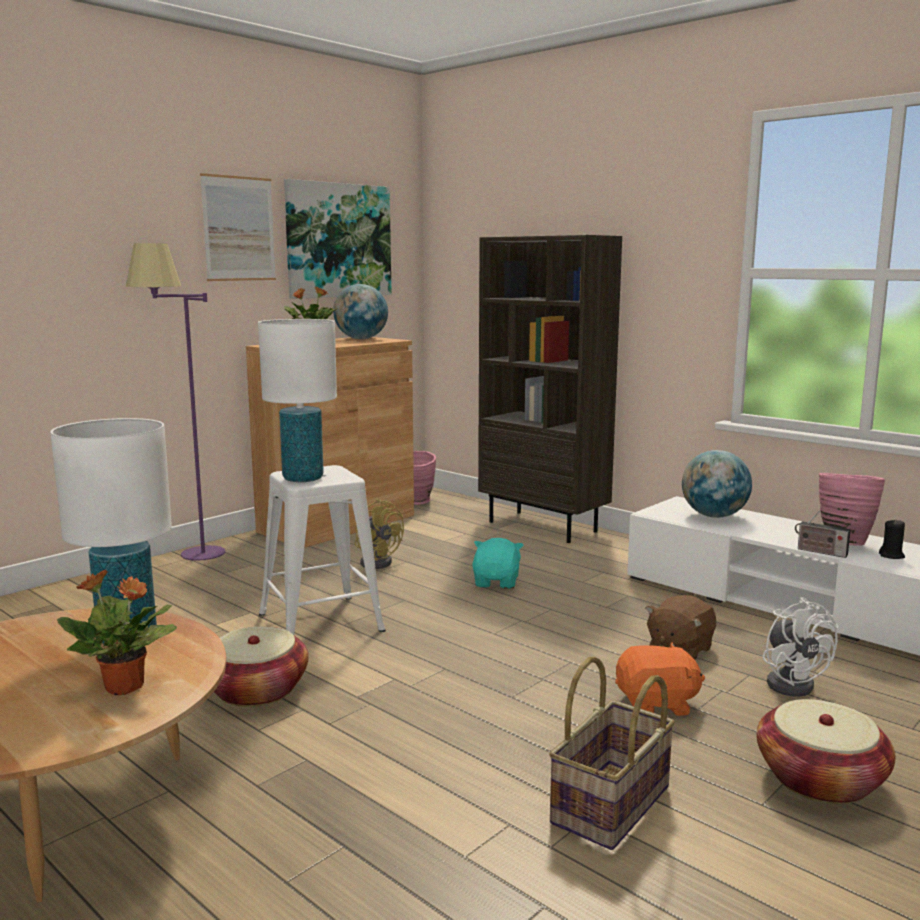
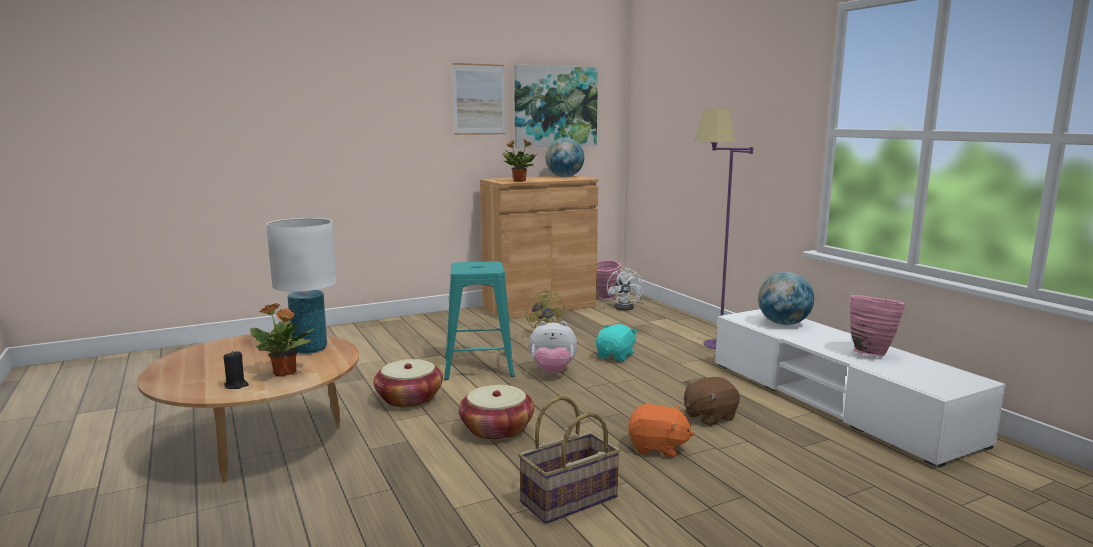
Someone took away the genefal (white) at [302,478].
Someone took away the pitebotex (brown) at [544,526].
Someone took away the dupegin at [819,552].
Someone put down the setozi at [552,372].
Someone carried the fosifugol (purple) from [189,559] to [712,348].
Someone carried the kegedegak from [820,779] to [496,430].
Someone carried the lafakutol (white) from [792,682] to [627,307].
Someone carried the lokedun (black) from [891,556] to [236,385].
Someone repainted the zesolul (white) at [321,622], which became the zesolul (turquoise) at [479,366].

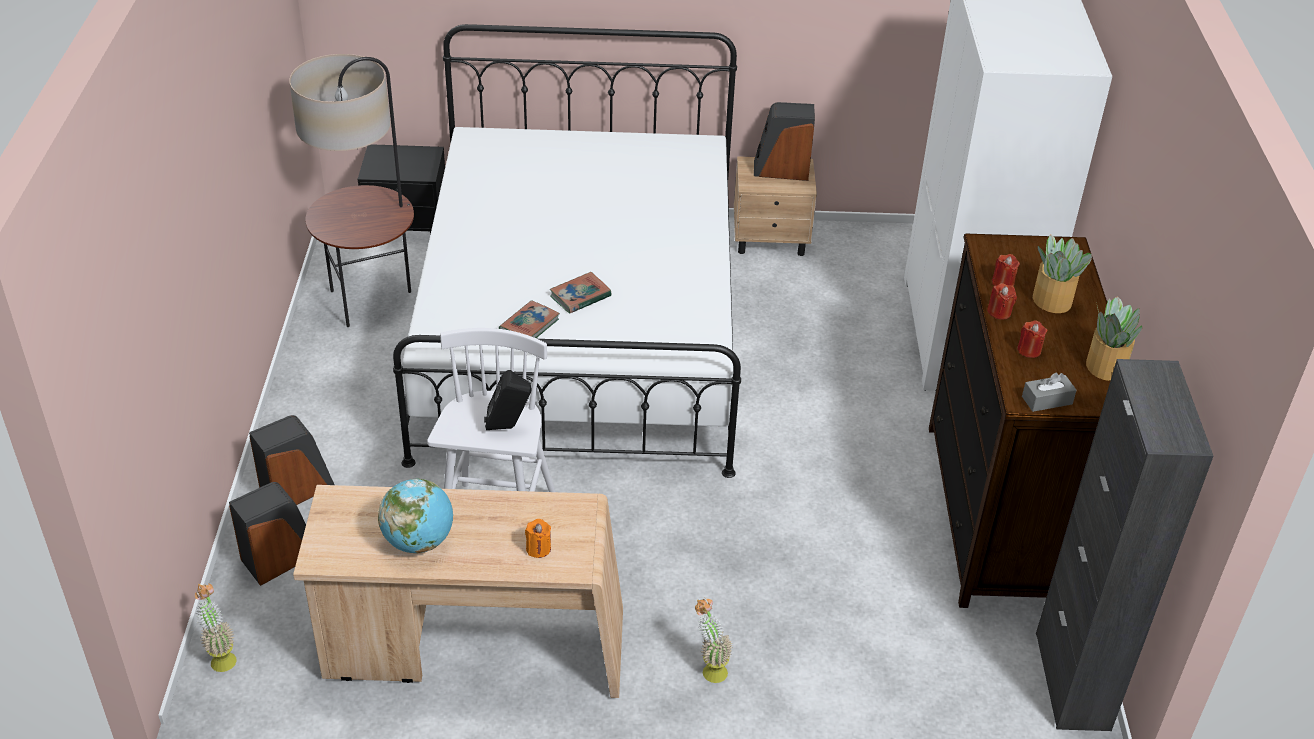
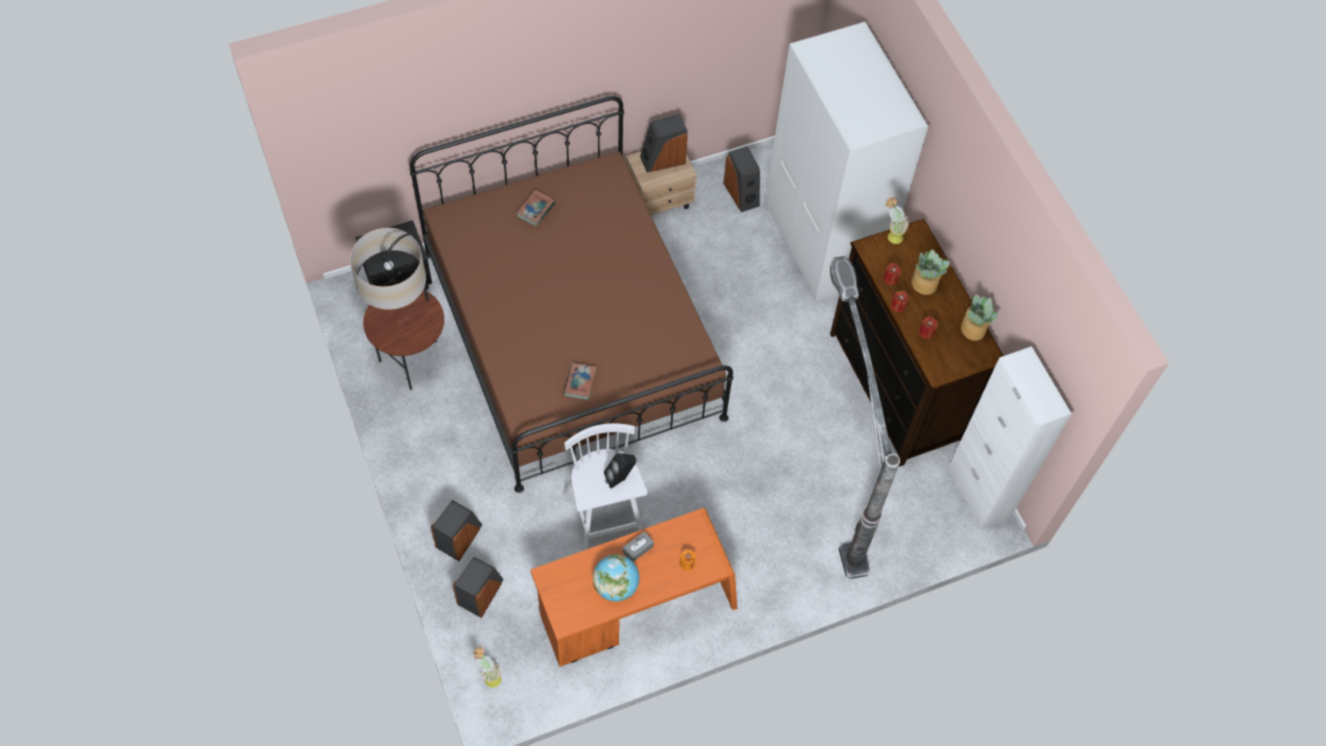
Someone put down the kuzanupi at [742,193].
Someone put down the fosifugol at [831,479].
Someone carried the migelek from [580,296] to [536,210].
Someone carried the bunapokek from [709,669] to [891,236].
Someone carried the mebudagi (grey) from [1047,400] to [638,549].
Someone repainted the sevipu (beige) at [473,649], which became the sevipu (orange) at [636,609].
Someone repainted the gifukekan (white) at [580,331], which became the gifukekan (brown) at [572,334].
Someone repainted the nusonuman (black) at [1072,680], which became the nusonuman (white) at [978,493].

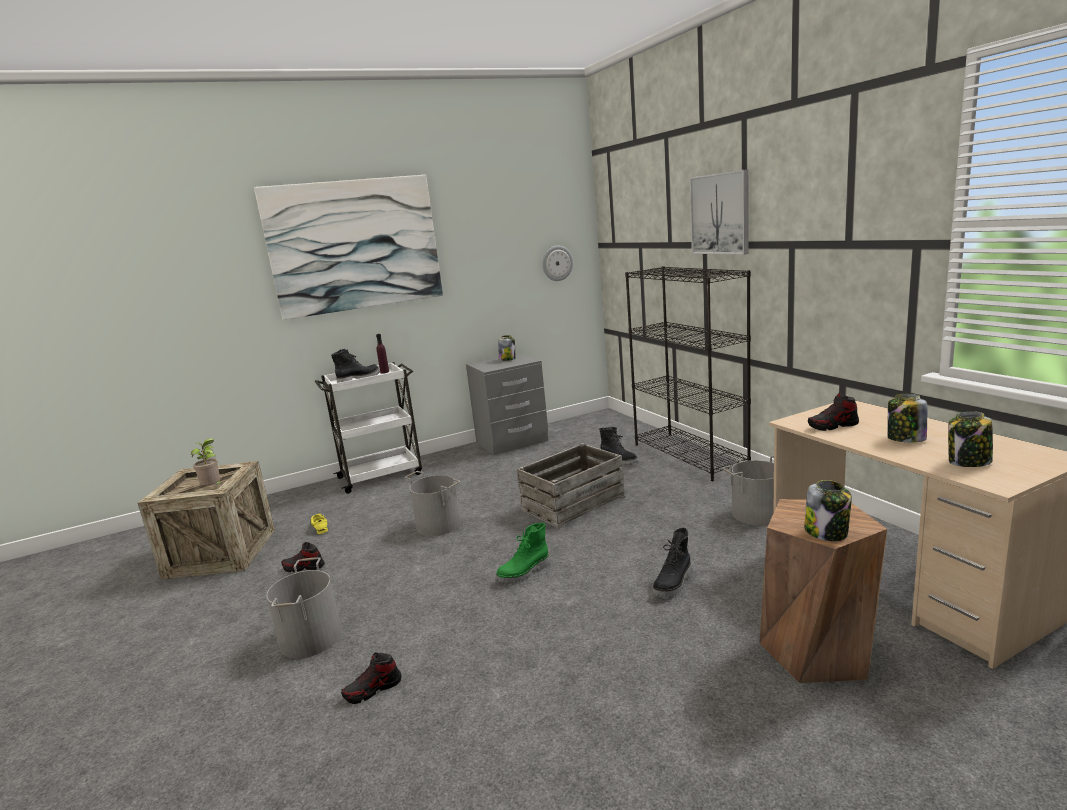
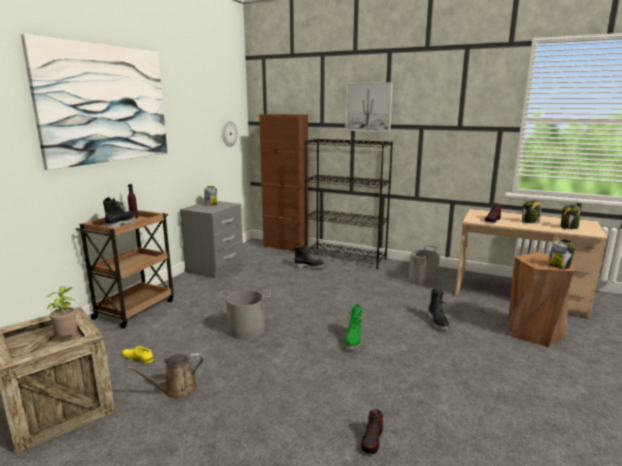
Someone took away the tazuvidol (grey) at [311,638].
Someone took away the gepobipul at [572,503].
Someone put down the nusonuman (brown) at [285,247].
Someone swapped the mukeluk at [304,567] for the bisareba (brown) at [176,390].
Someone repainted the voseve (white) at [382,475], which became the voseve (brown) at [136,309].

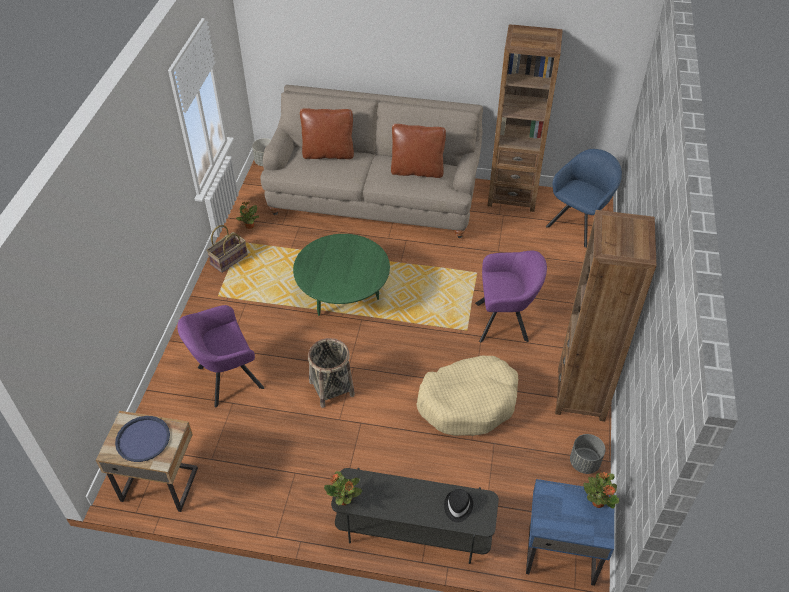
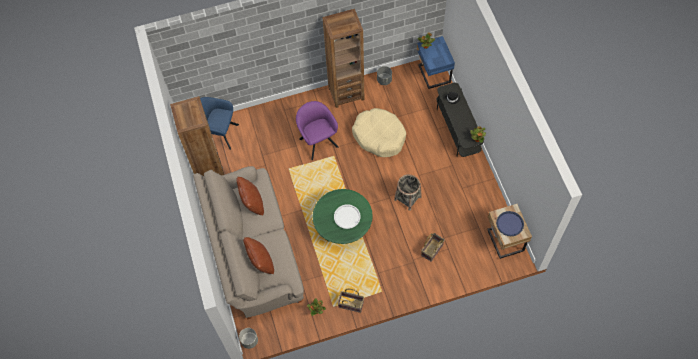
Someone put down the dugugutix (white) at [347,216].
Someone swapped the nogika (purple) at [226,379] for the kegedegak at [432,250].

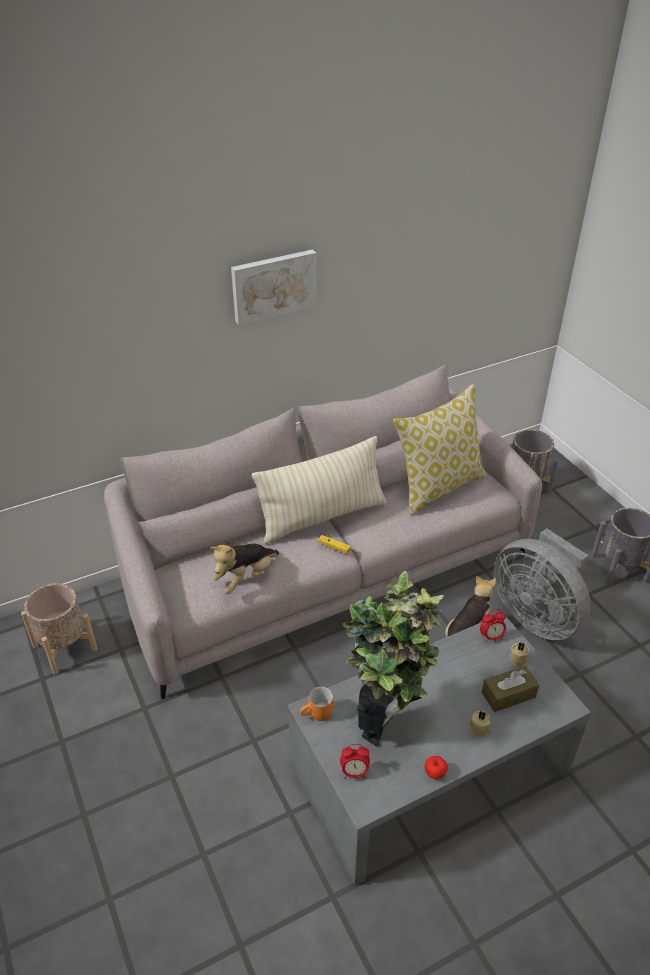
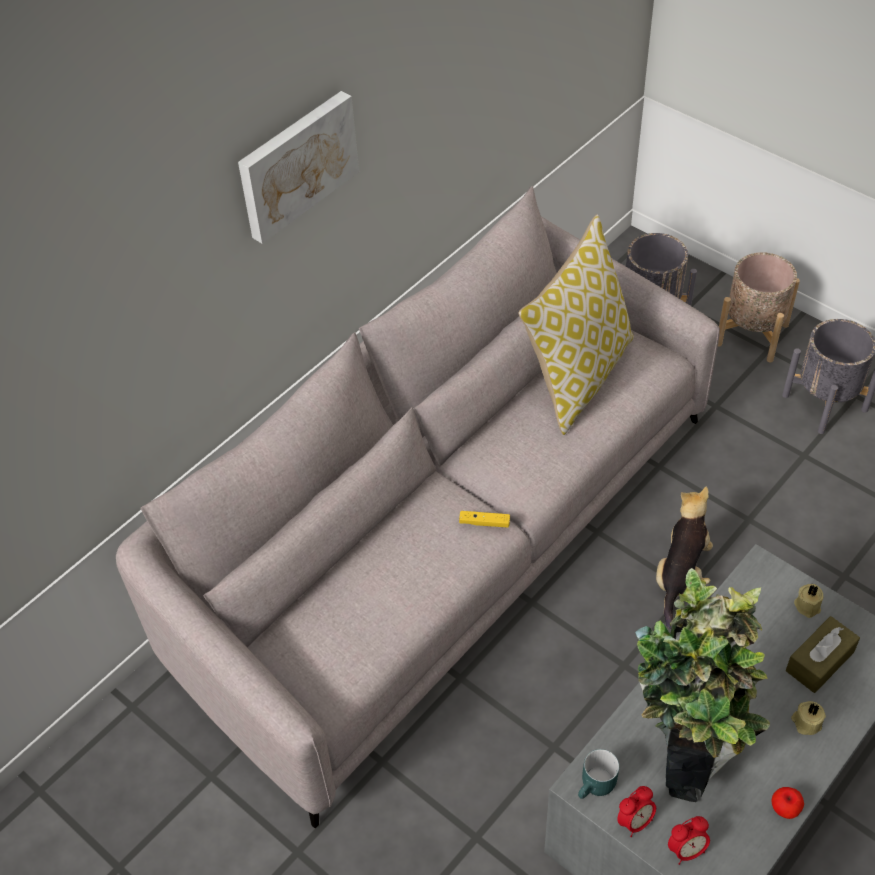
Someone took away the setozi at [245,578].
Someone took away the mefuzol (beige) at [322,517].
Someone took away the lafakutol (grey) at [537,615].
Someone carried the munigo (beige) from [64,648] to [751,335].
Someone carried the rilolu from [491,637] to [635,821].
Someone repainted the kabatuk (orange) at [318,715], which became the kabatuk (turquoise) at [597,787].

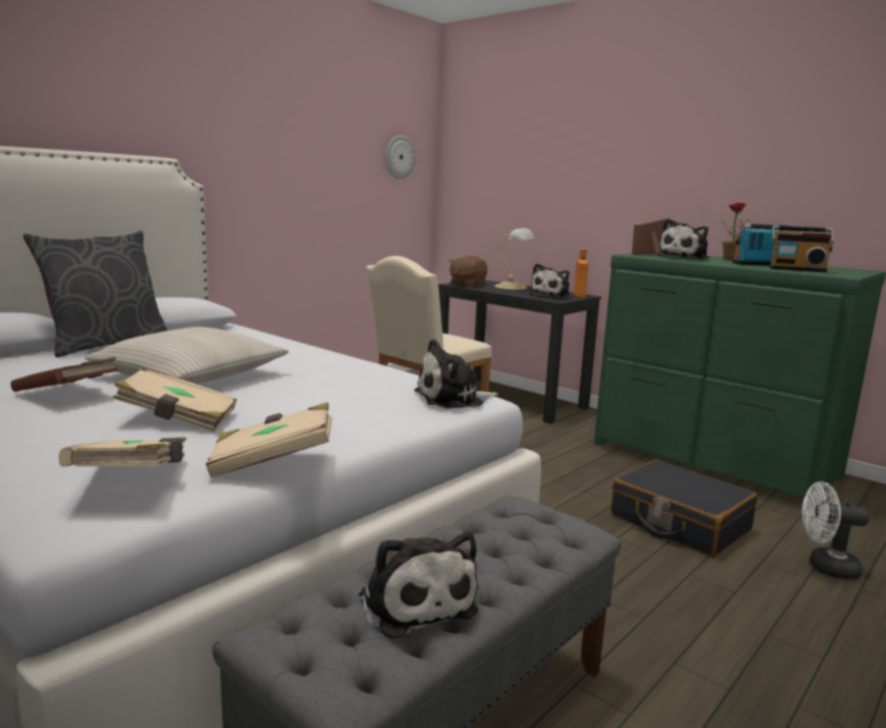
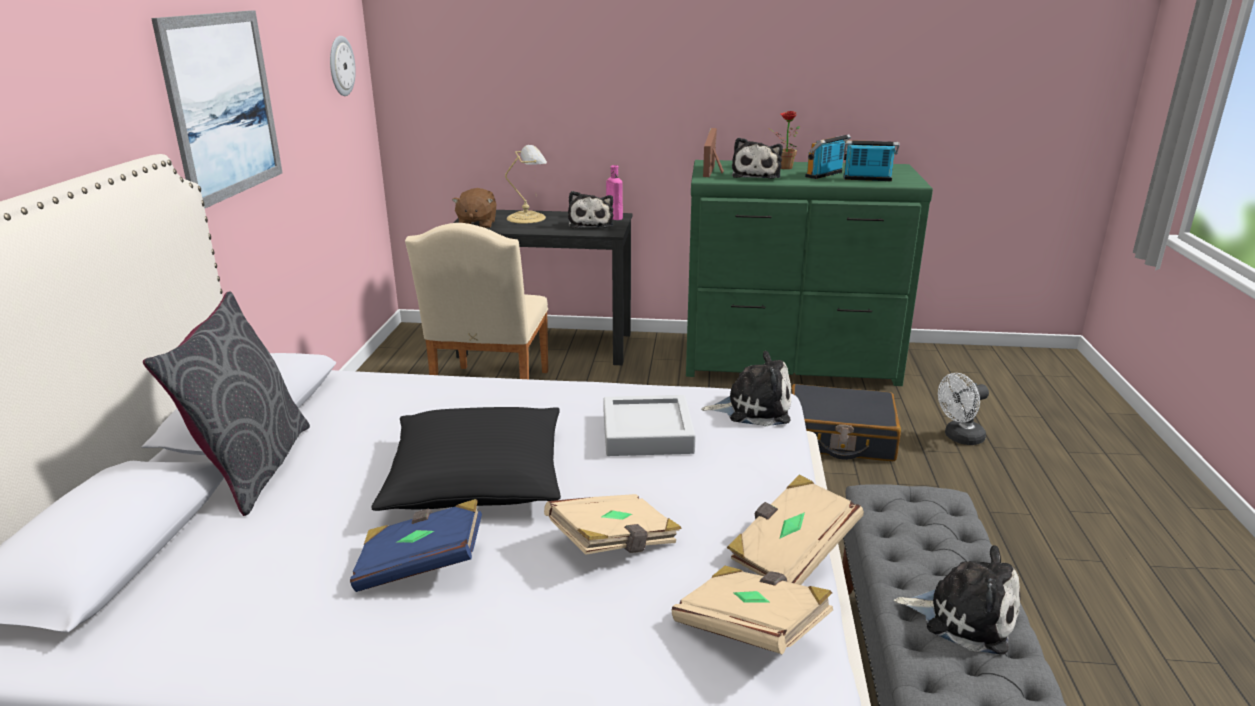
Someone put up the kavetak at [223,106].
Someone put down the dugugutix (grey) at [647,433].
Someone repainted the migelek (brown) at [68,394], which became the migelek (blue) at [421,565].
Someone repainted the mefuzol (beige) at [190,376], which became the mefuzol (black) at [476,478].
Someone repainted the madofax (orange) at [579,295], which became the madofax (pink) at [613,217].
Someone rotated the setozi at [453,399] by 120 degrees counterclockwise.
Someone rotated the dupegin at [797,269] by 150 degrees counterclockwise.

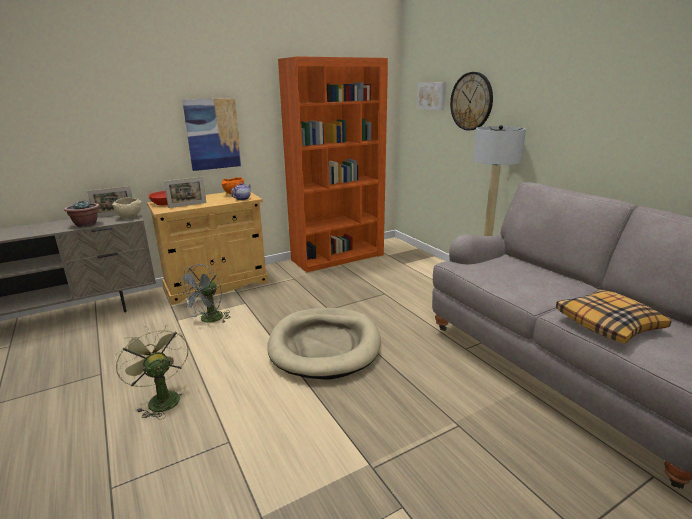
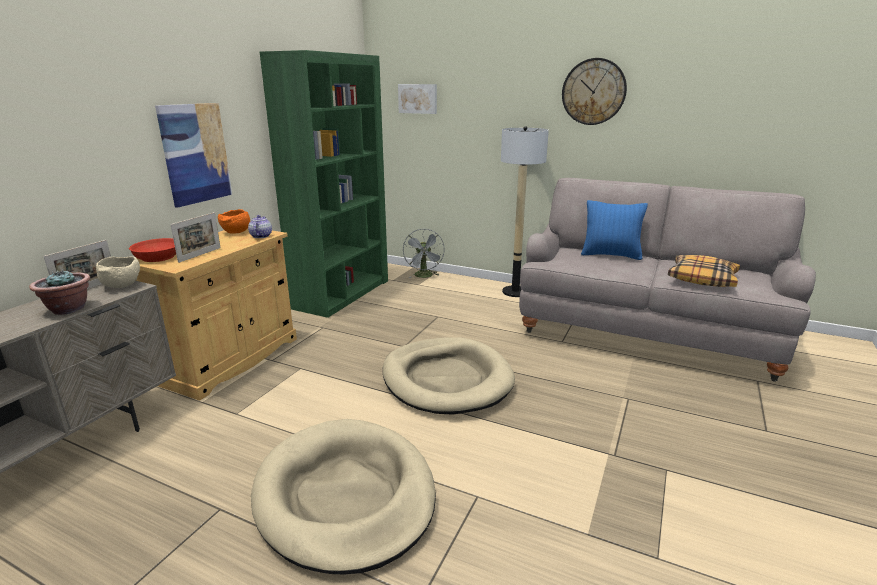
Someone put down the mefuzol (blue) at [610,255].
Someone carried the lafakutol (grey) from [209,320] to [424,276].
Someone carried the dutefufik from [471,101] to [593,92].
Someone swapped the lafakutol (green) at [160,399] for the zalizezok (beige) at [345,496].
Someone repainted the pitebotex (orange) at [338,257], which became the pitebotex (green) at [342,294].

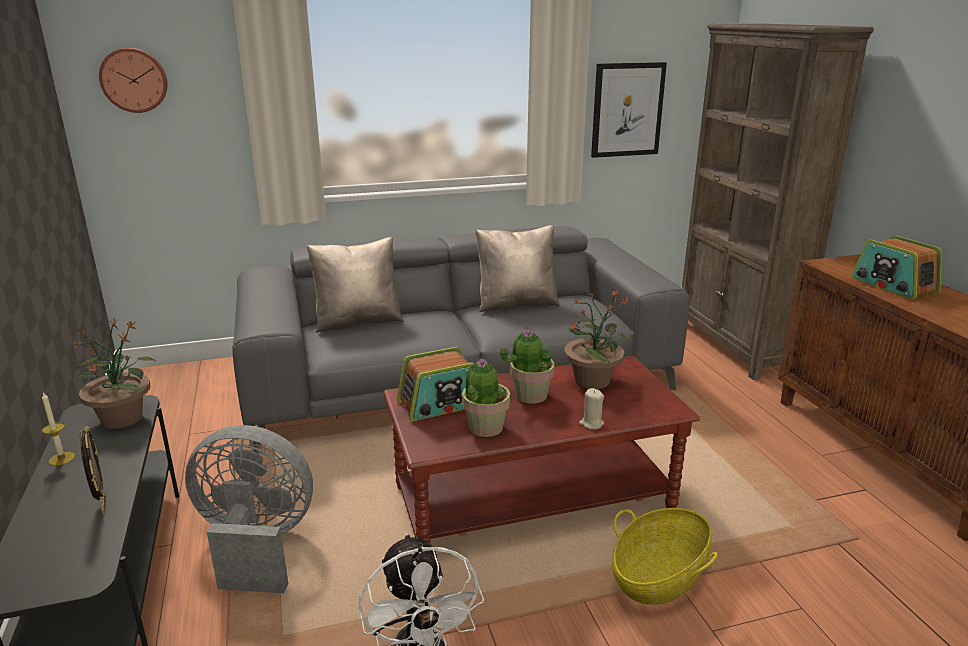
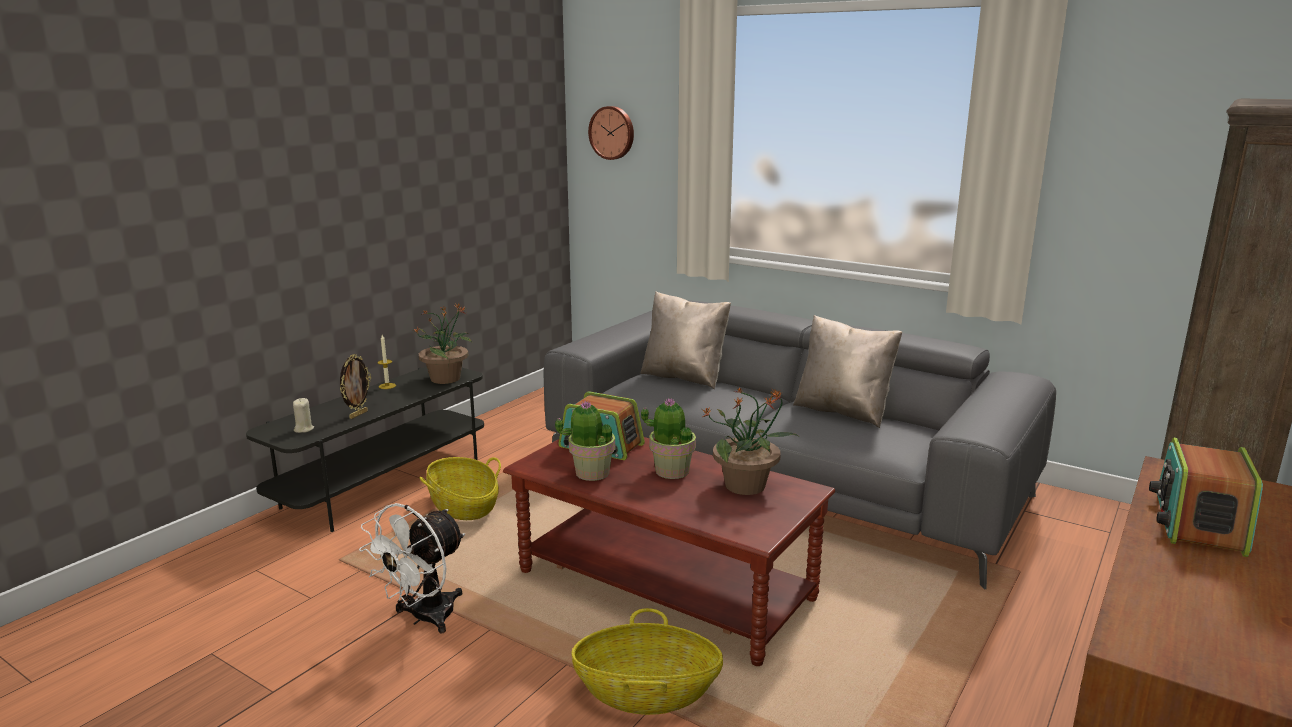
Someone took away the kavetak at [627,110].
Someone carried the lokedun (beige) from [591,423] to [303,429].
Someone swapped the lafakutol (grey) at [256,545] for the kegedegak at [463,507].

